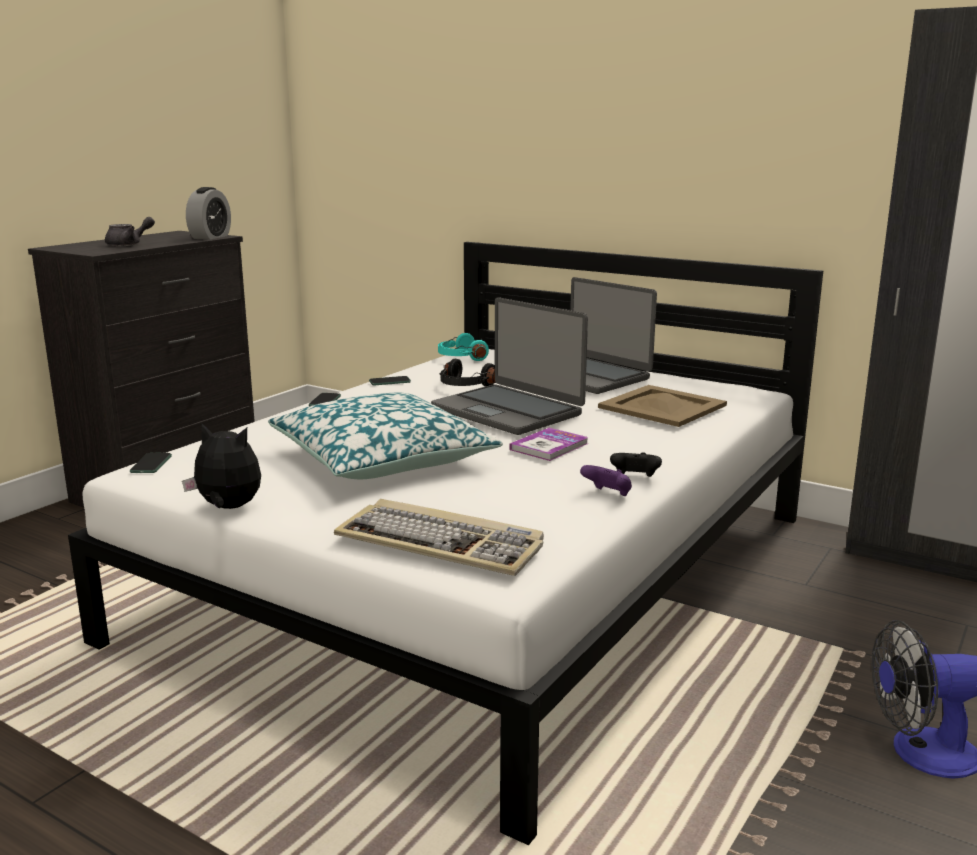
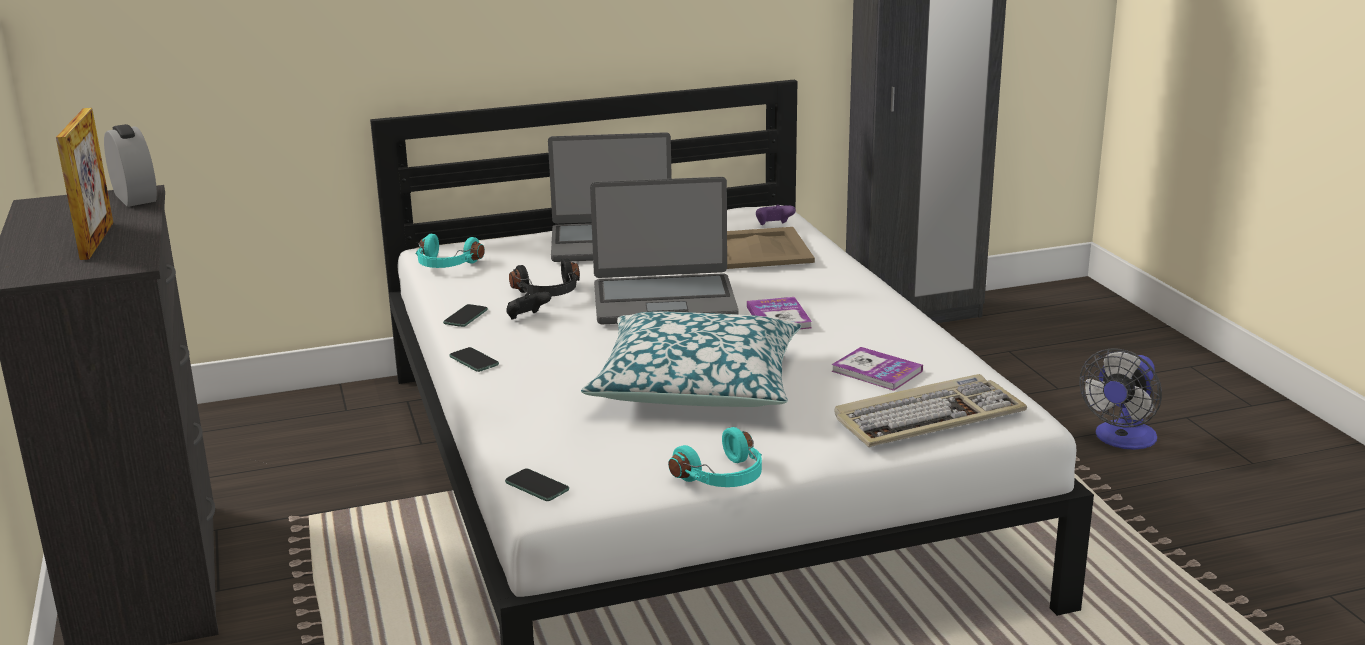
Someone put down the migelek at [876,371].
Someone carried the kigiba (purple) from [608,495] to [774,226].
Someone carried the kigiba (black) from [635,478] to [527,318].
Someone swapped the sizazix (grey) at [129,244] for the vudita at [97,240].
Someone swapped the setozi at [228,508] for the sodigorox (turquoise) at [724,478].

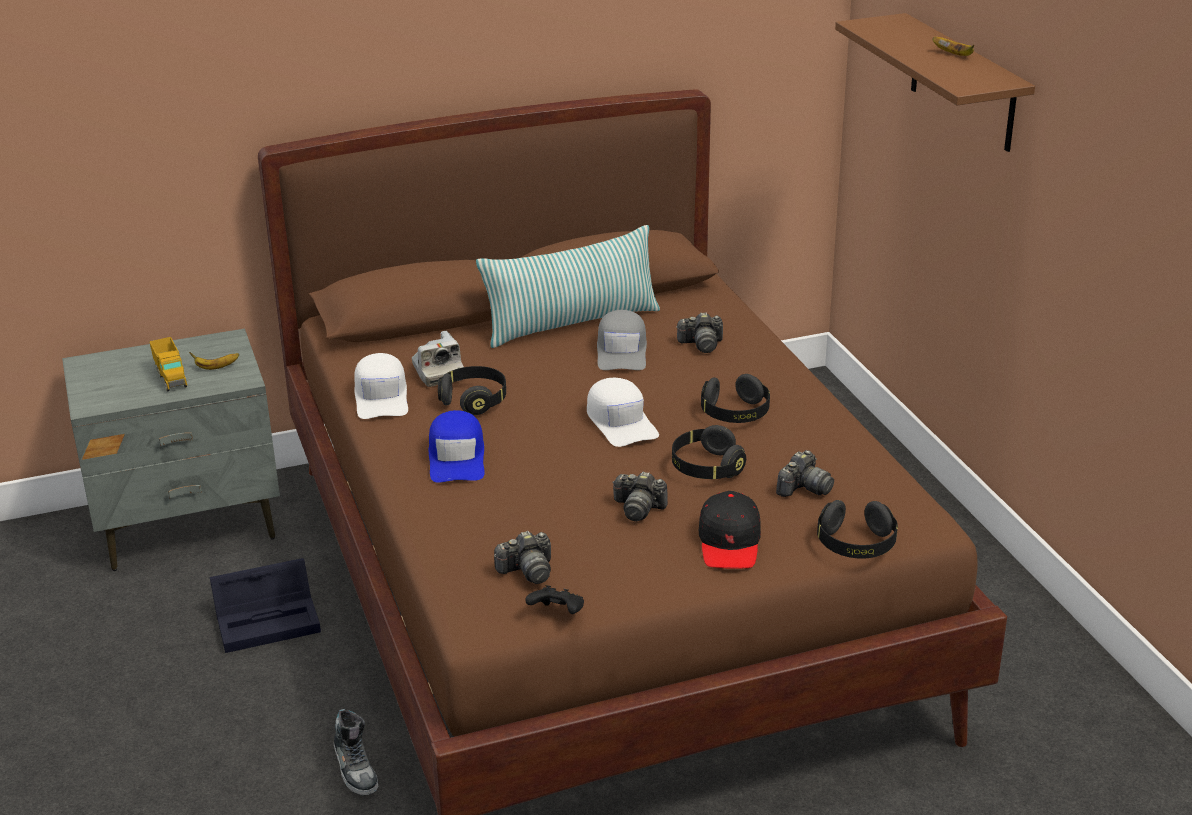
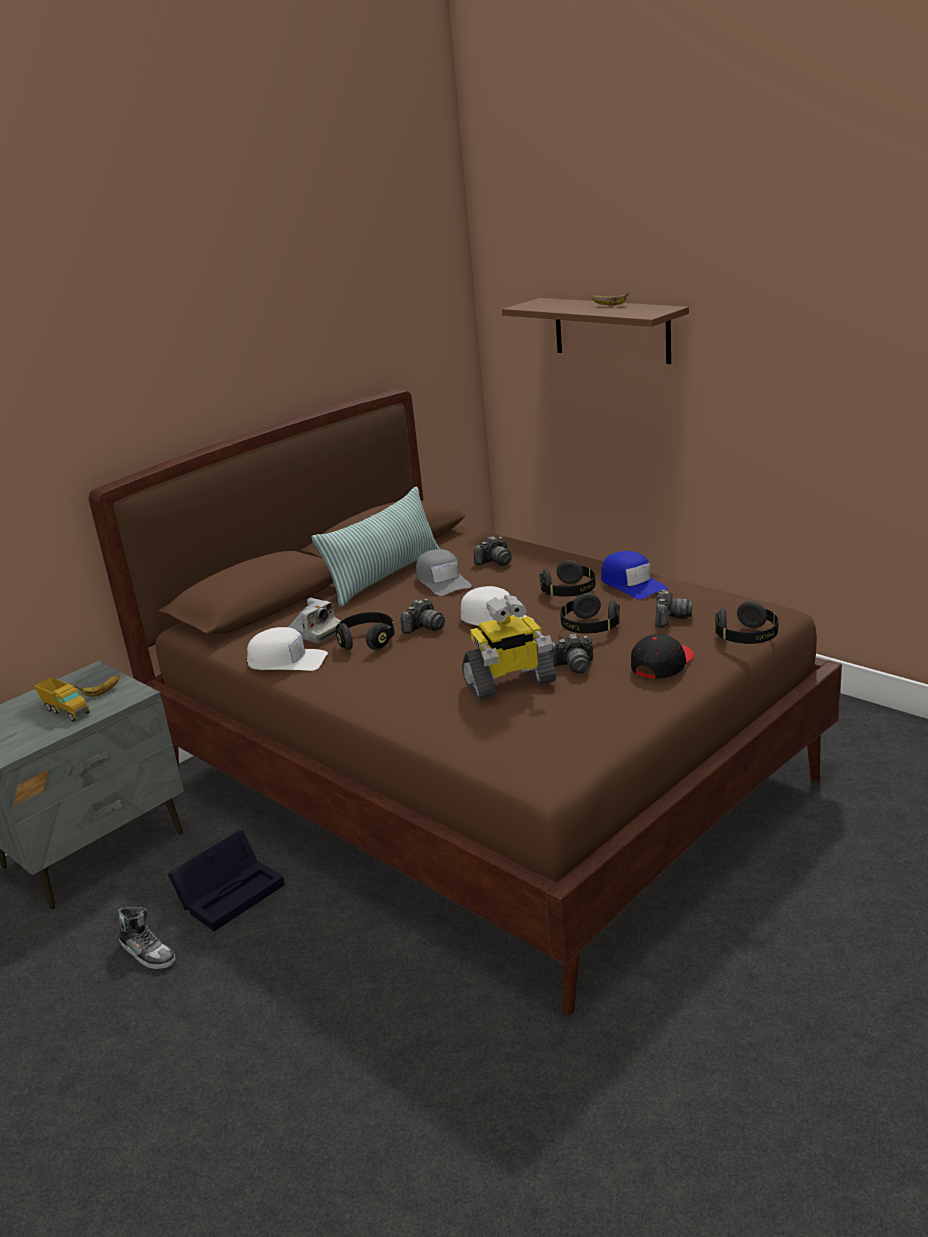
Someone took away the kigiba (black) at [557,614].
Someone put down the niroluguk at [509,683].
Someone carried the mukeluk from [356,768] to [148,952].
Someone carried the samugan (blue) from [457,457] to [632,584].
Someone carried the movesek from [527,571] to [424,627].
Someone rotated the samugan (white) at [381,396] by 45 degrees counterclockwise.
Someone rotated the samugan (black) at [730,542] by 120 degrees counterclockwise.

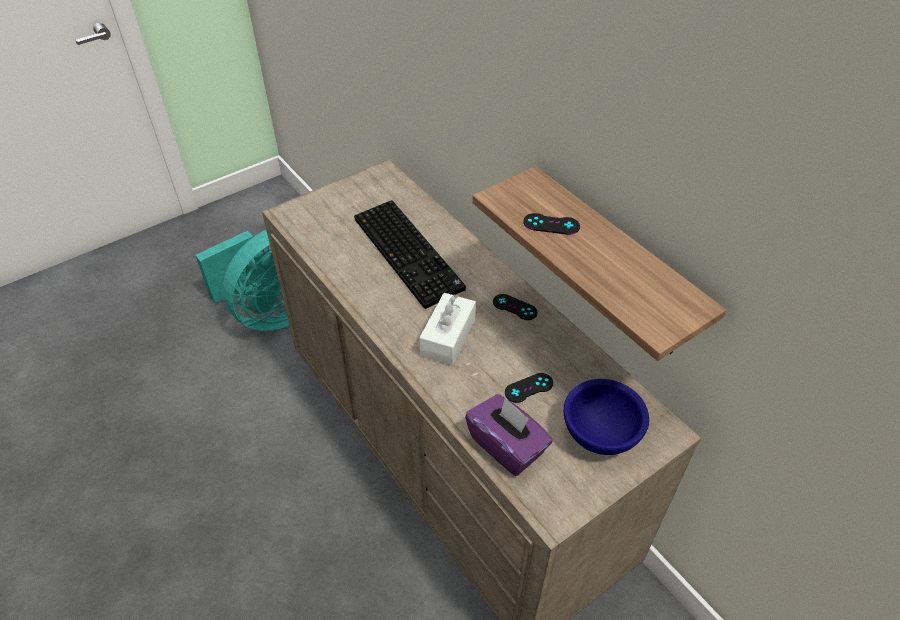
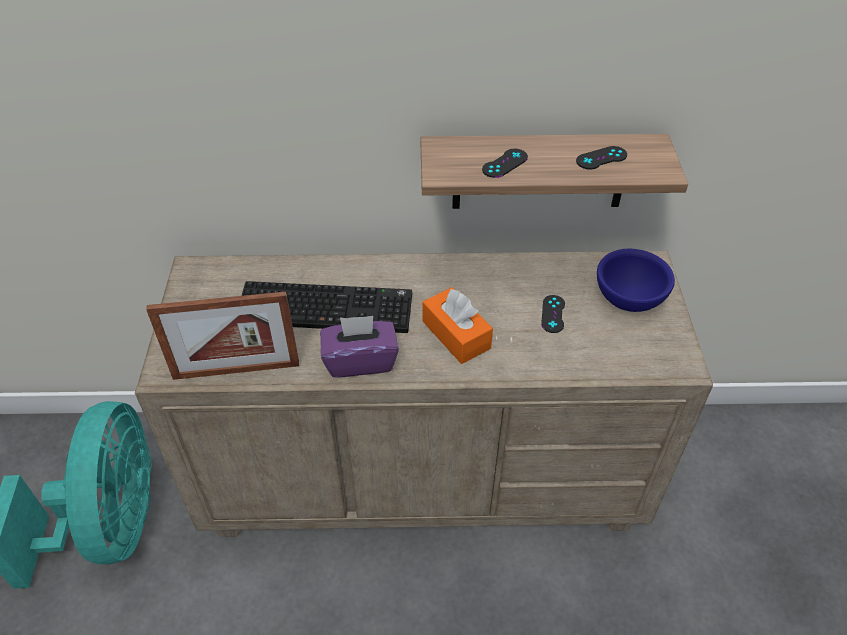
Someone put down the vudita at [236,370].
Someone carried the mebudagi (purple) from [507,446] to [360,361].
Someone carried the kigiba (black) from [514,307] to [601,158].
Someone repainted the mebudagi (white) at [448,337], which became the mebudagi (orange) at [456,335].

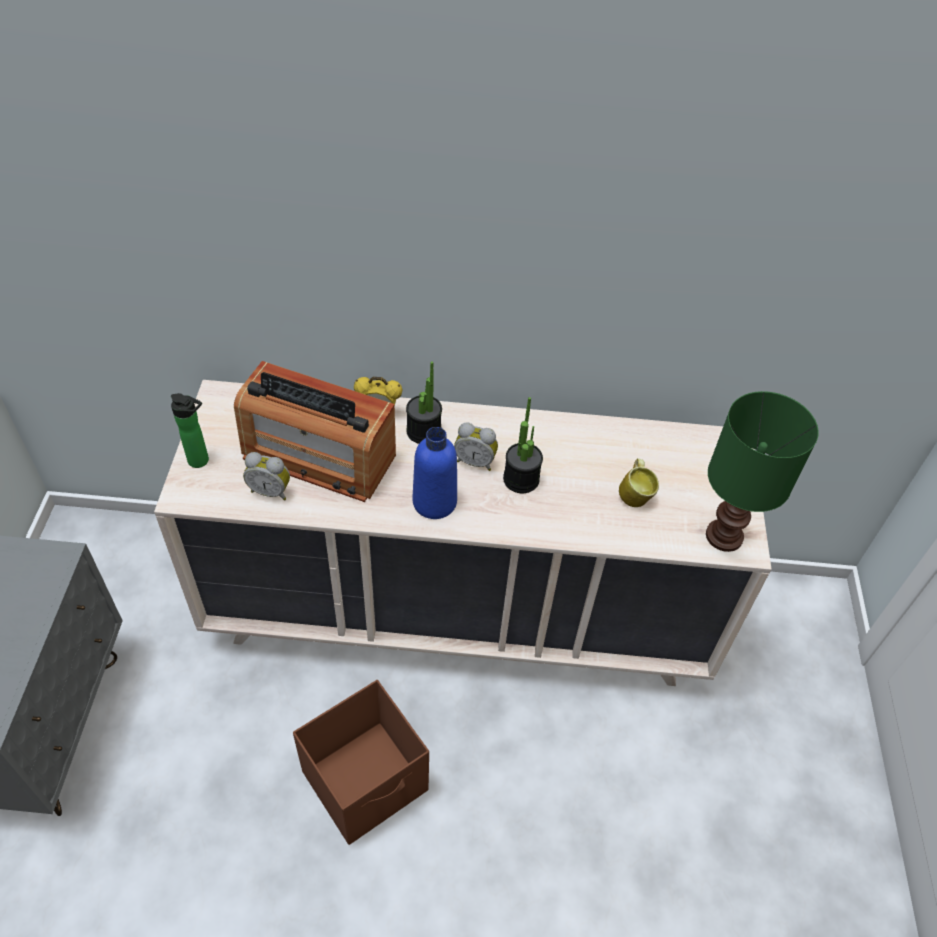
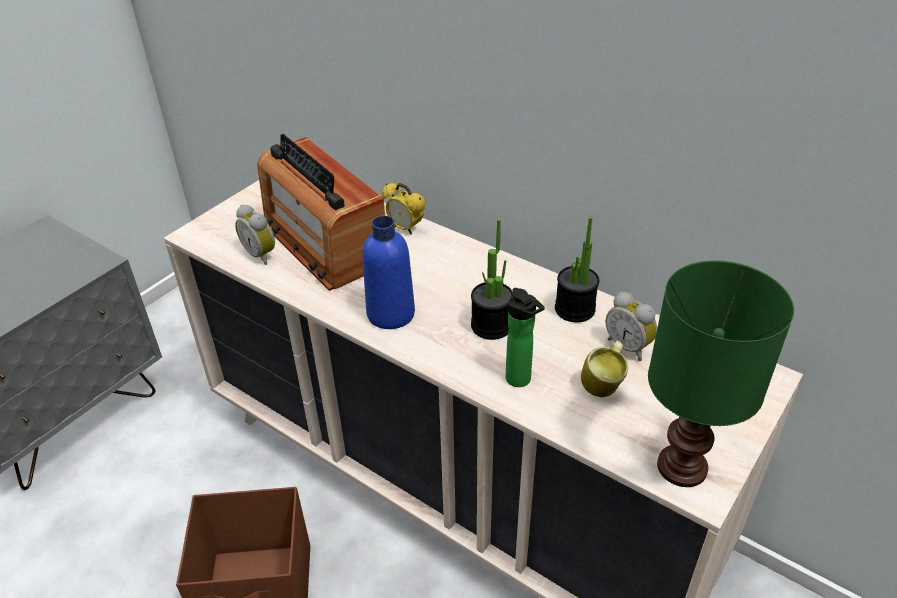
Someone carried the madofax from [201,461] to [520,381].
Someone carried the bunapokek from [424,431] to [574,309].
Someone carried the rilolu from [475,461] to [629,346].

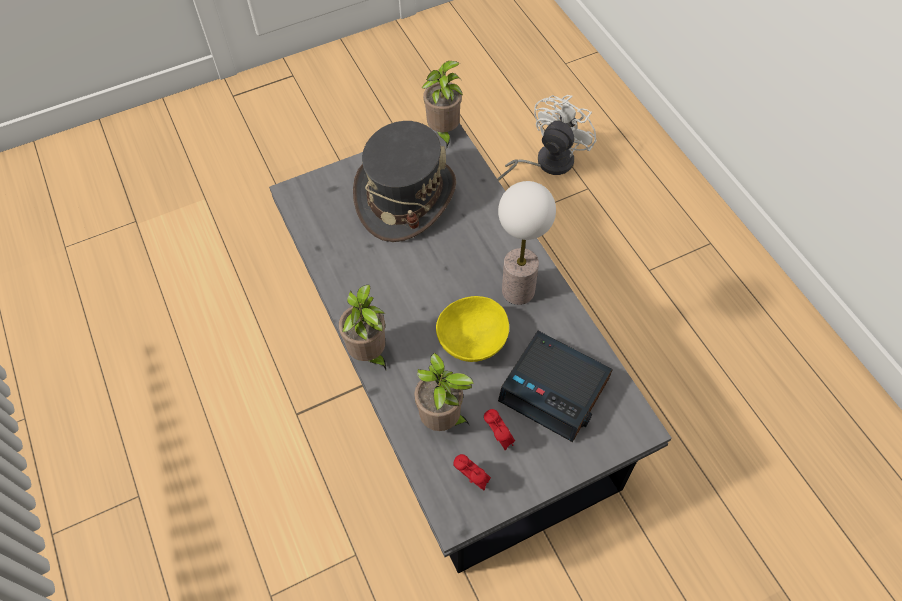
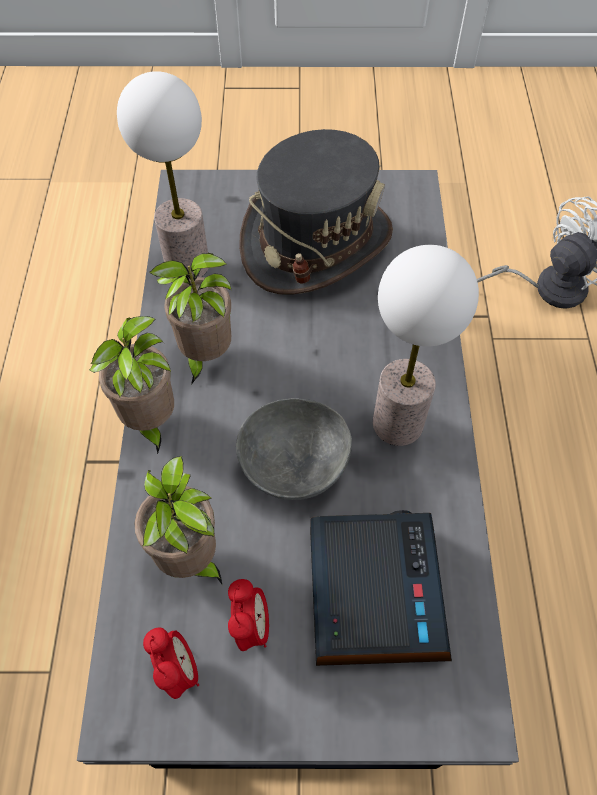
Someone put down the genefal at [186,264].
Someone carried the bunapokek from [443,132] to [204,356].
Someone repainted the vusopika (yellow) at [474,342], which became the vusopika (grey) at [296,468].
Someone rotated the rilolu at [555,390] by 150 degrees counterclockwise.

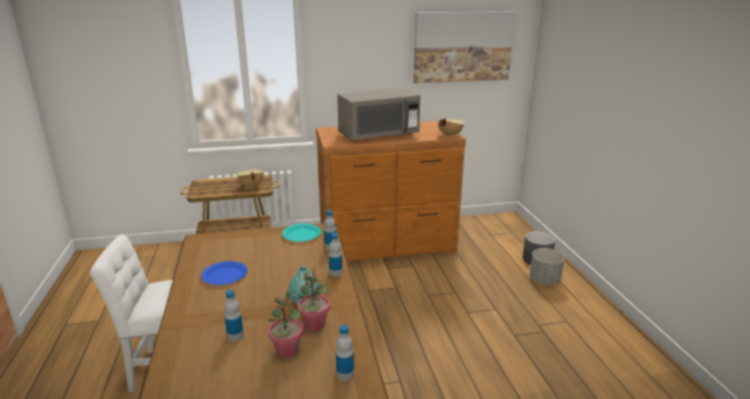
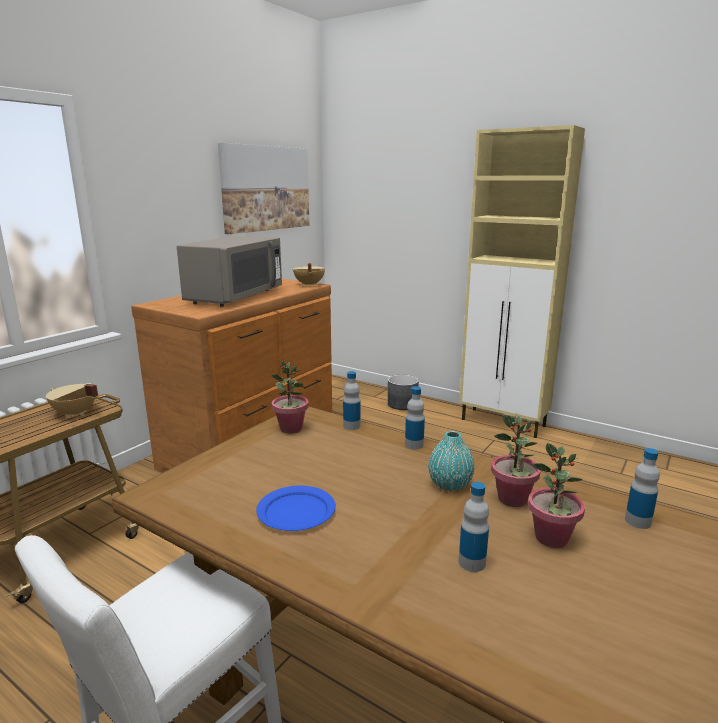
Someone took away the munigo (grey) at [544,280].
Someone put down the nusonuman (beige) at [504,423].
Someone swapped the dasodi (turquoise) at [301,234] for the bunapokek at [291,428].

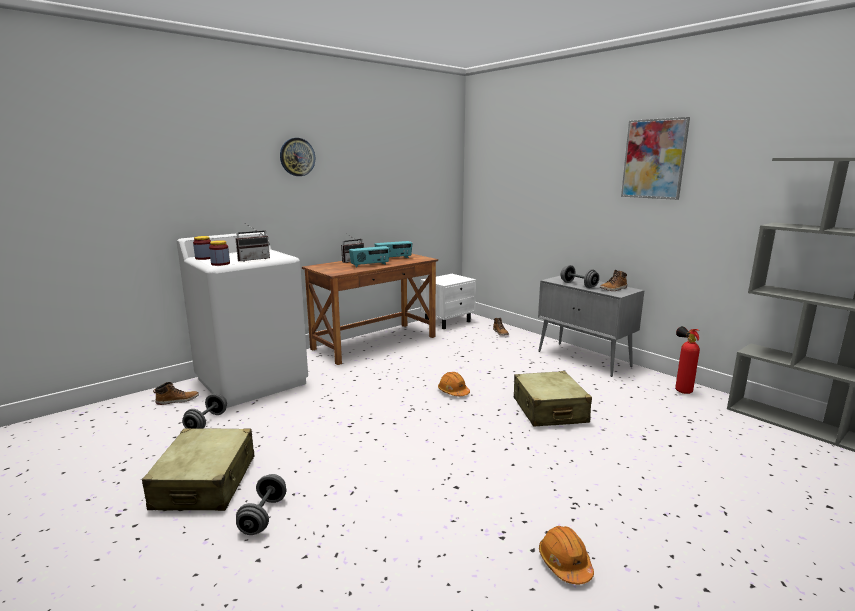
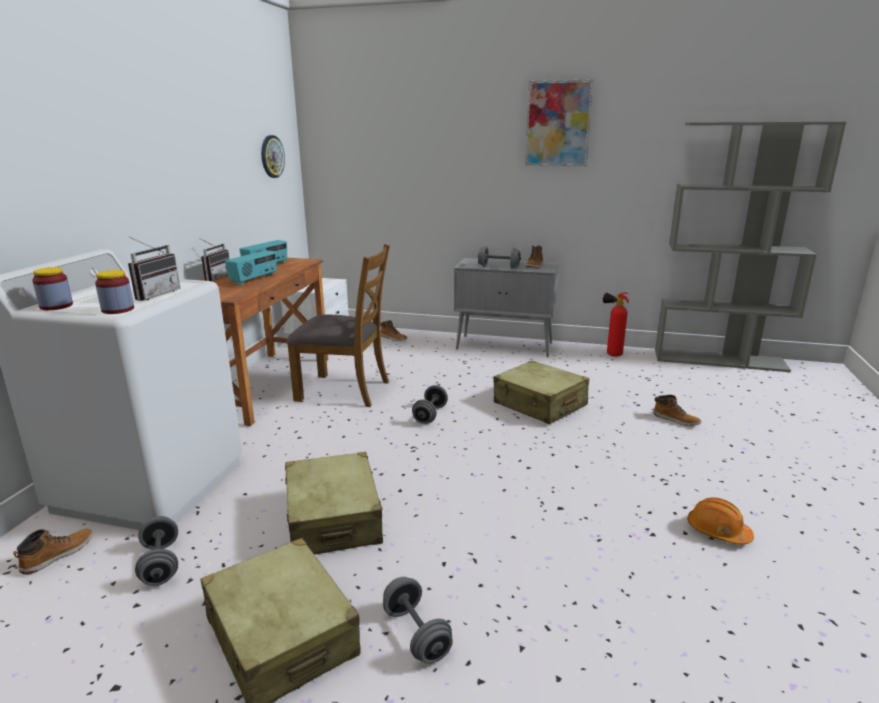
Someone put down the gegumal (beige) at [333,519].
Someone put down the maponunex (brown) at [344,390].
Someone put down the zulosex at [676,420].
Someone carried the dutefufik from [297,157] to [272,156].
Someone swapped the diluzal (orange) at [453,392] for the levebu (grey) at [430,415].

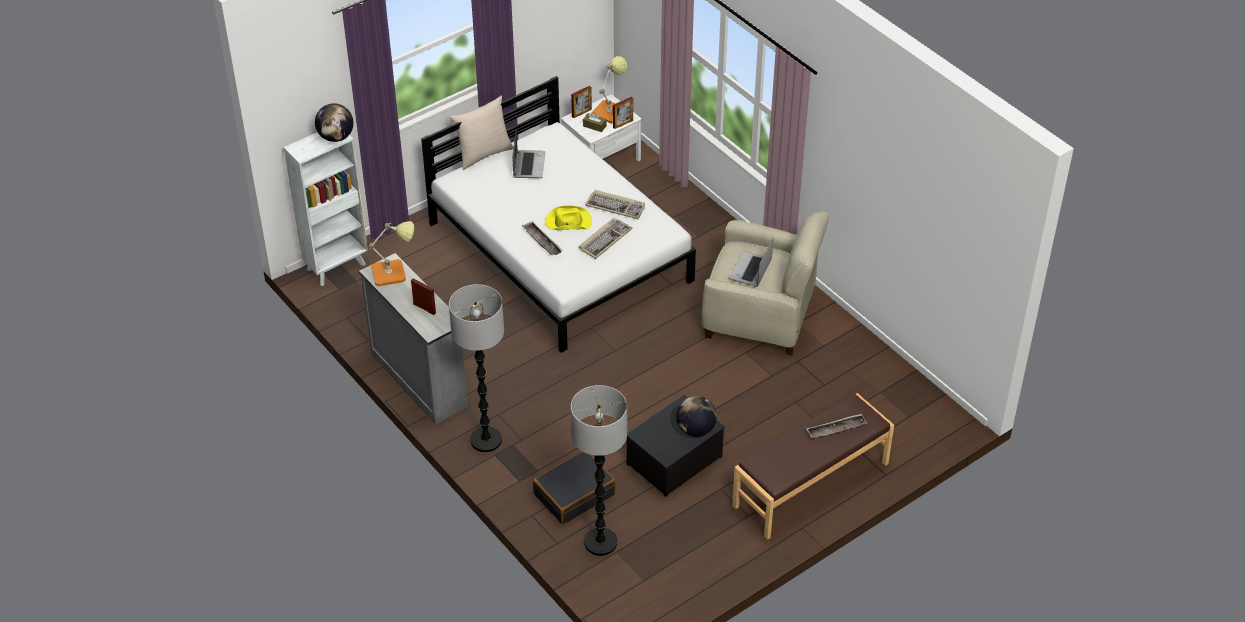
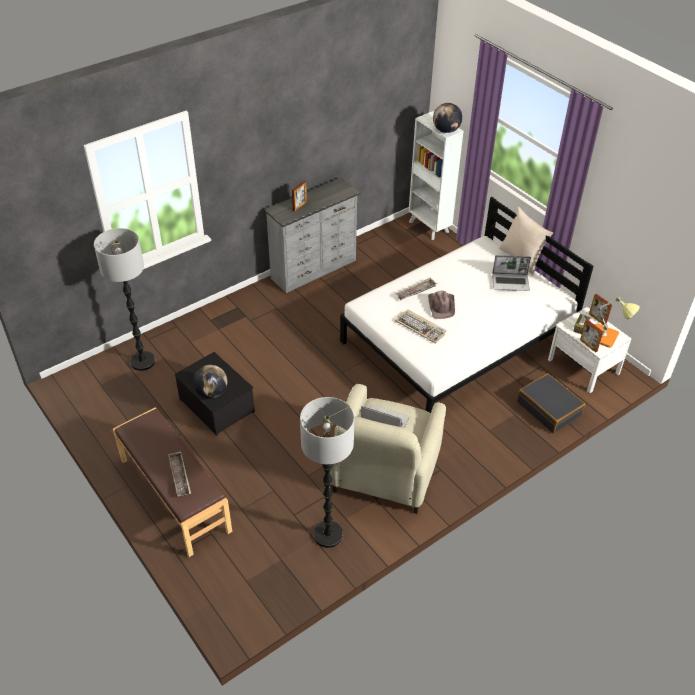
Someone took away the genefal at [394,272].
Someone took away the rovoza at [616,206].
Someone carried the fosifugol from [486,440] to [328,535].
Someone carried the gegumal (black) from [574,494] to [549,409].
Someone repainted the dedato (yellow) at [568,221], which became the dedato (brown) at [441,306].

